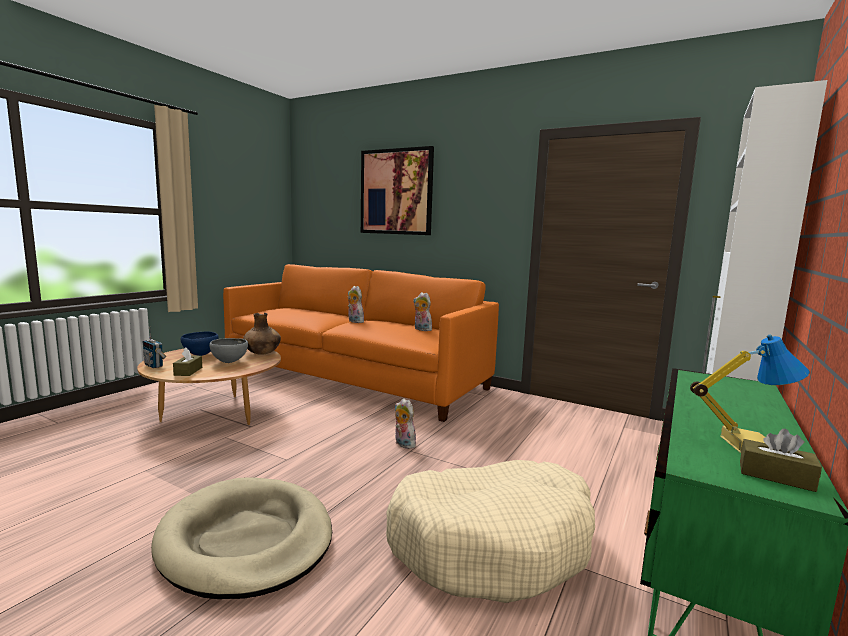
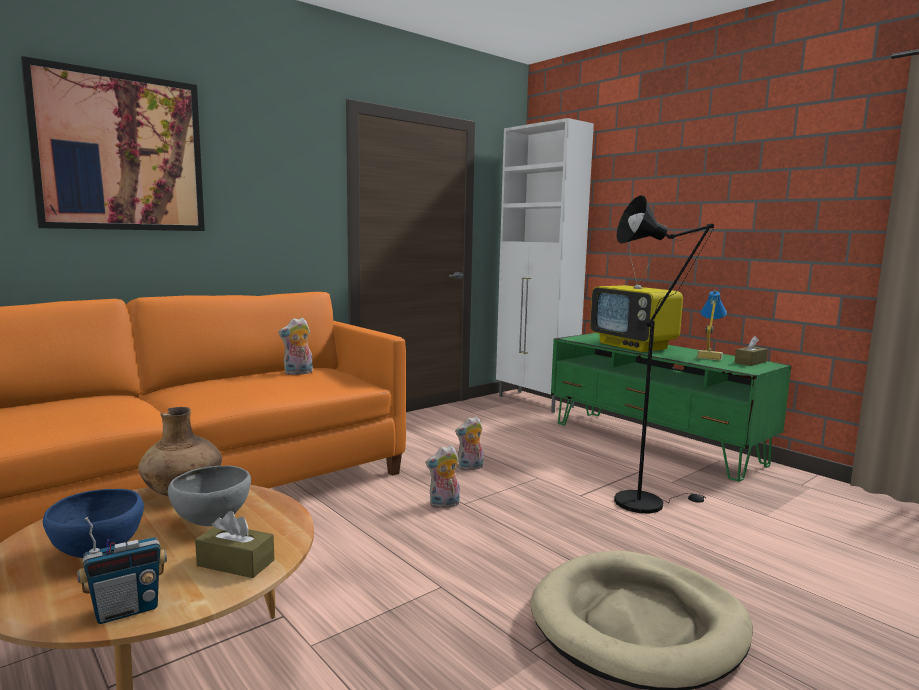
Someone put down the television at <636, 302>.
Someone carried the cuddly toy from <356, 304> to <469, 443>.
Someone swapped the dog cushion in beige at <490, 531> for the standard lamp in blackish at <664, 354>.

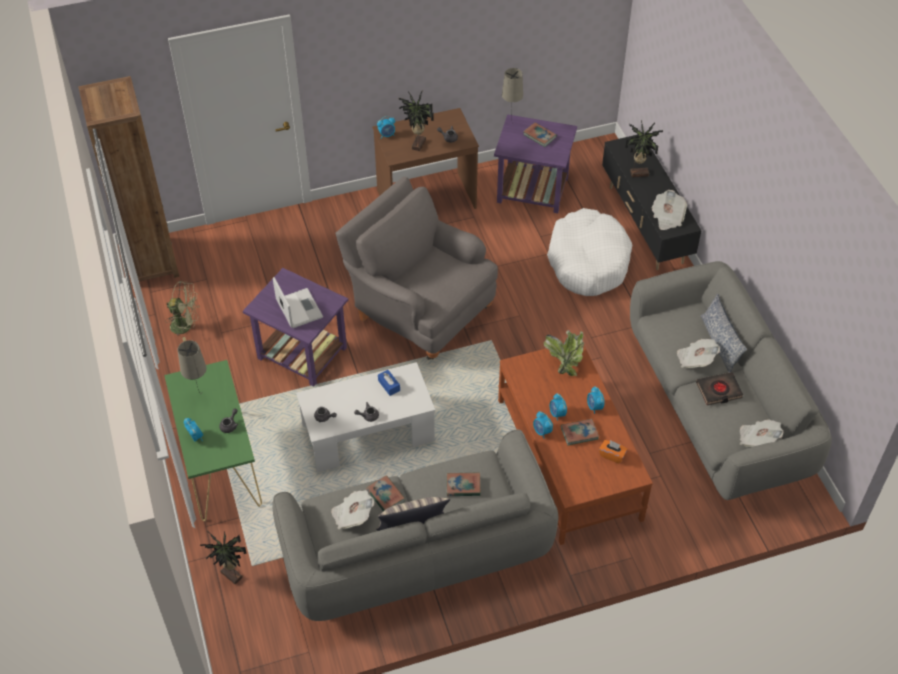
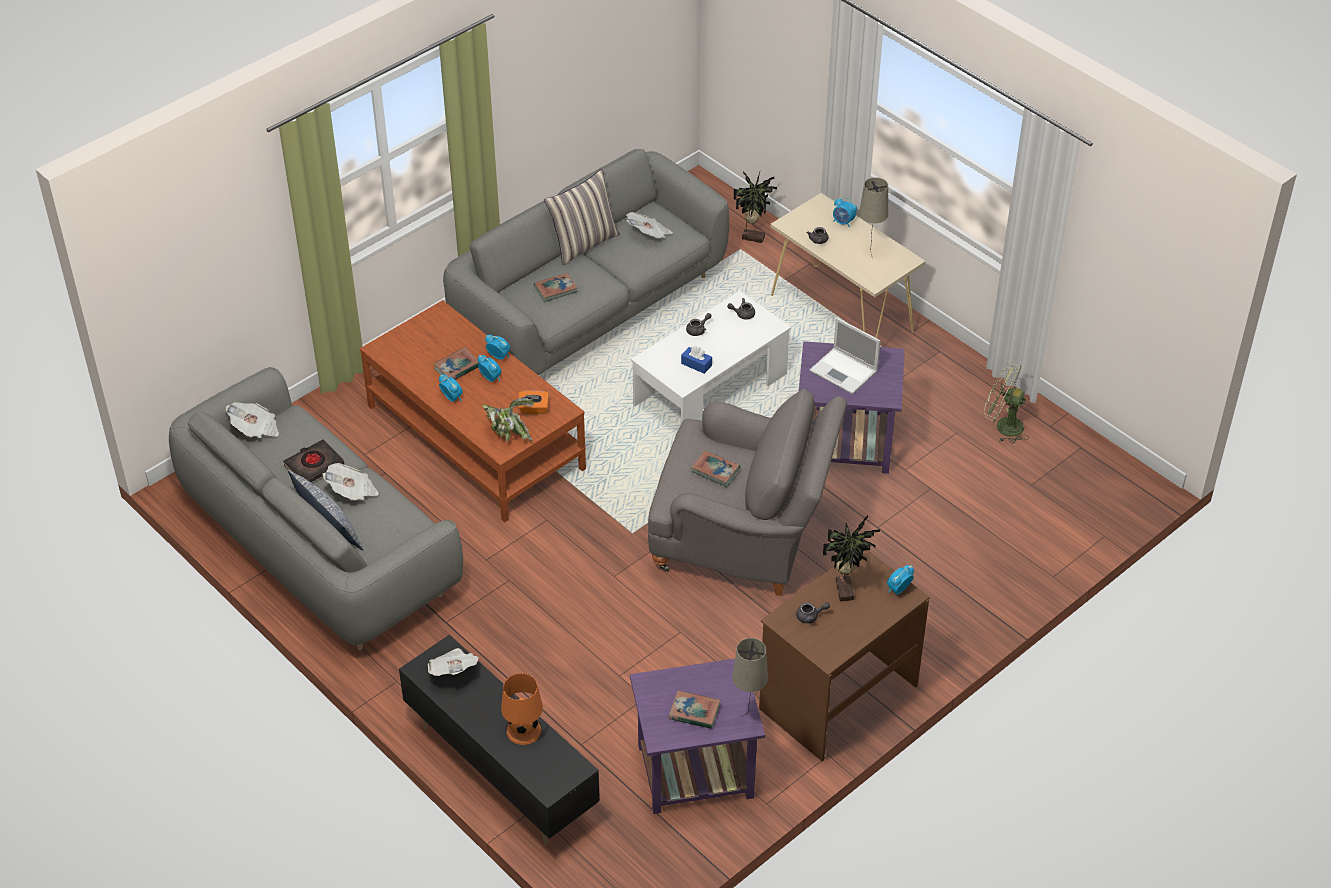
Someone took away the shelving unit in brown-coloured at <129, 181>.
Someone took away the dog cushion in white at <589, 252>.
Someone carried the volume from <385, 493> to <715, 469>.
Someone carried the box of tissues in orangey from <613, 451> to <533, 402>.
Someone swapped the houseplant at <644, 148> for the lamp for a table in orangey at <522, 709>.
Someone repainted the narrow table in green at <213, 440>, which became the narrow table in beige at <848, 265>.
Someone rotated the fan in green at <182, 311> by 45 degrees clockwise.

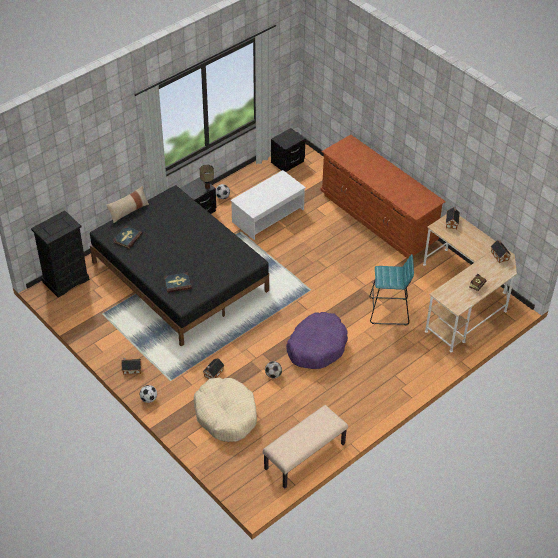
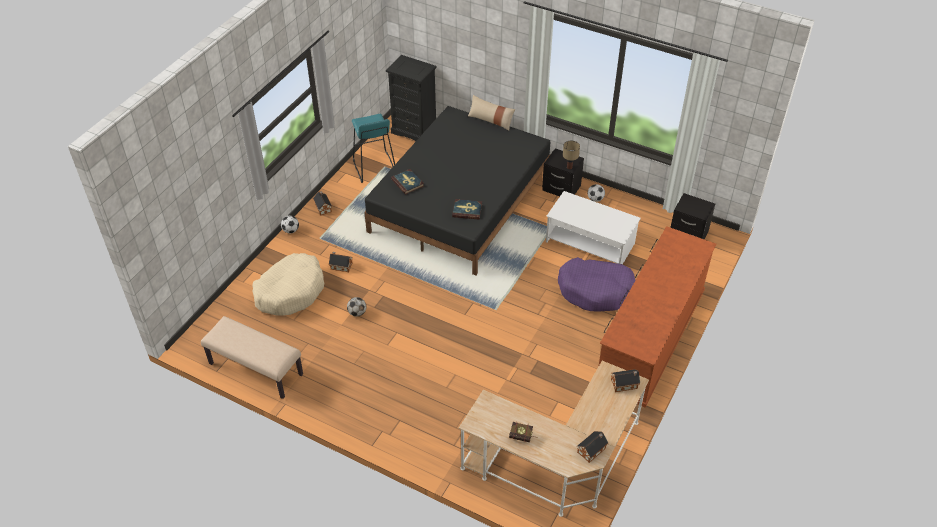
Someone carried the volume from <127, 237> to <467, 209>.
Someone carried the dog cushion in purplish from <317, 340> to <596, 284>.
Someone carried the stool seat in turquoise from <391, 289> to <373, 148>.

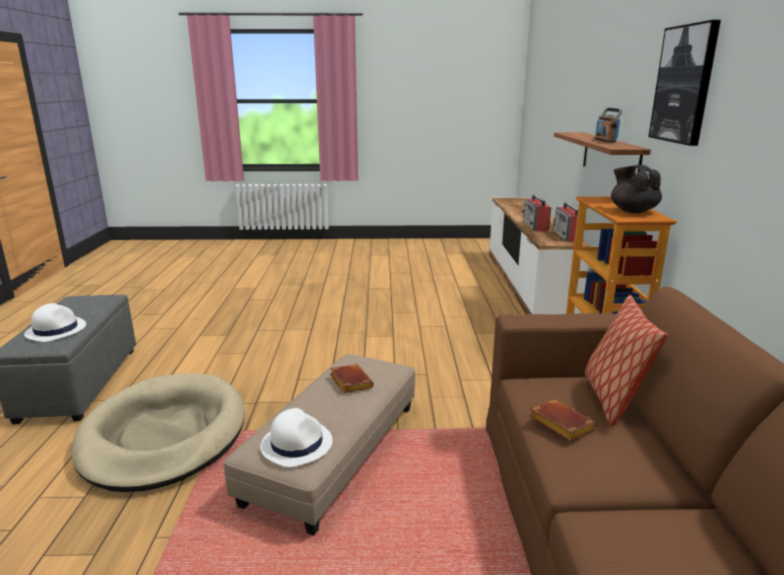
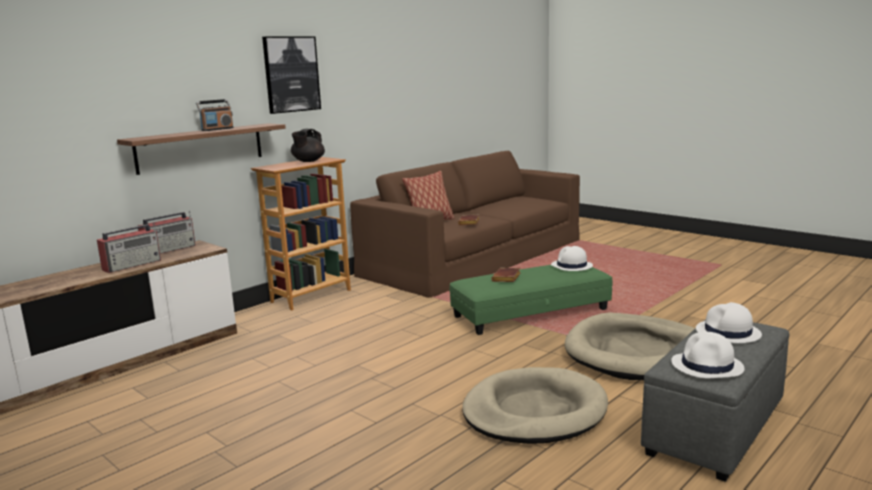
Someone put down the dog cushion in beige at <535, 405>.
Someone put down the wearable hat in white at <708, 355>.
Someone repainted the footrest in beige at <319, 444>, which became the footrest in green at <531, 300>.

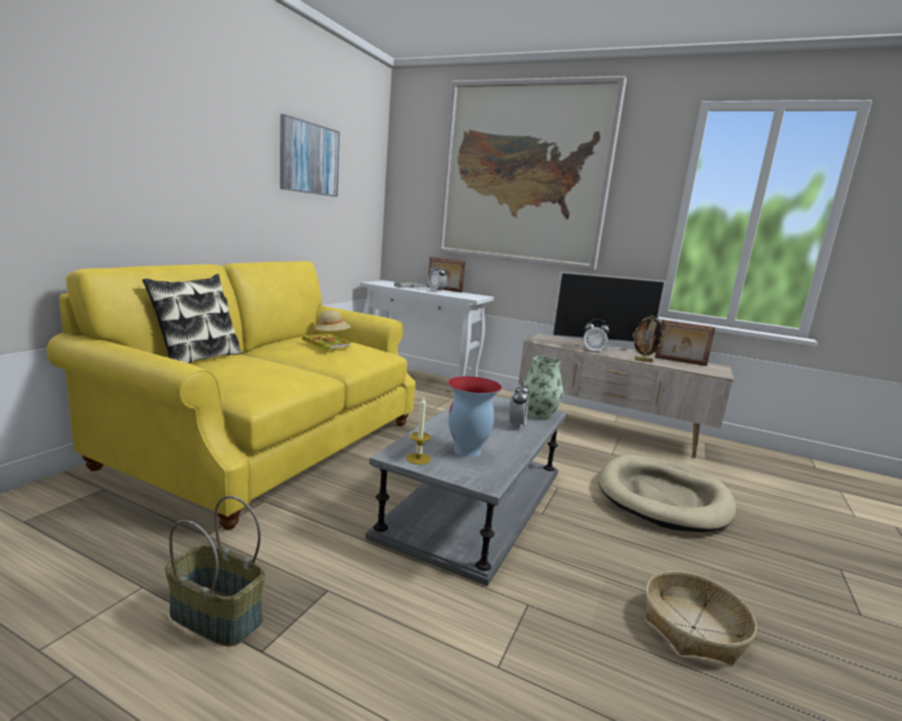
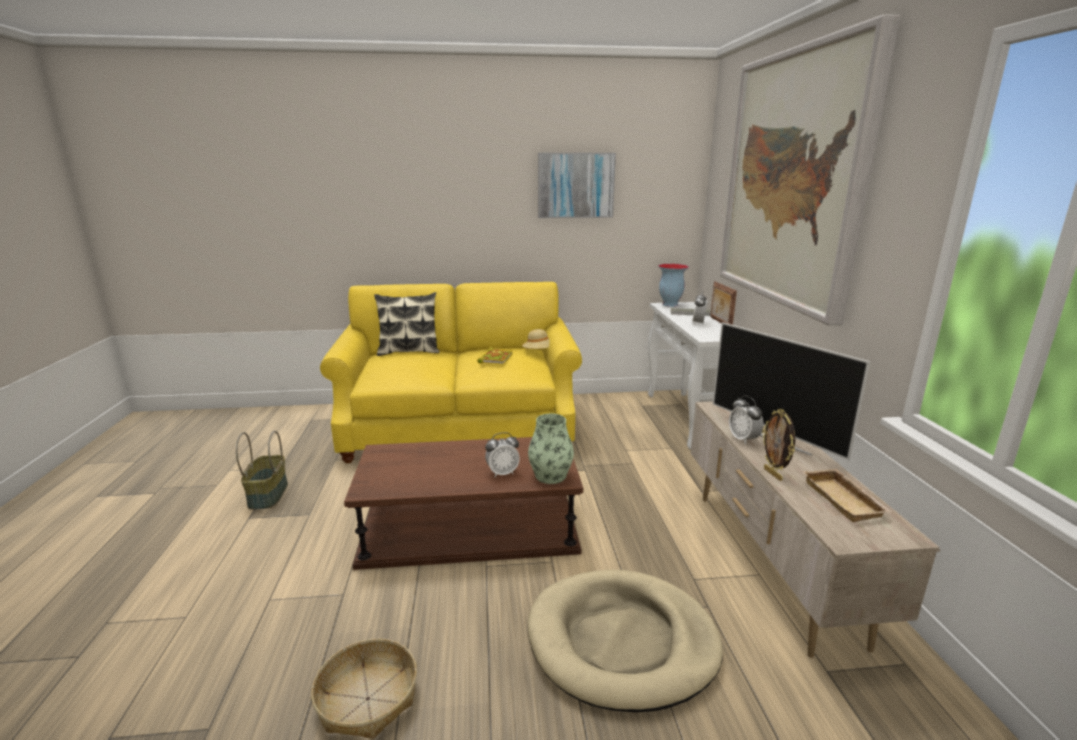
Someone took away the wax candle at <418, 430>.
Someone carried the flower vase from <475, 416> to <673, 285>.
Someone swapped the standing frame at <685, 343> for the serving tray in beige at <847, 495>.
Someone repainted the coffee table in gray at <466, 490>, which became the coffee table in brown-coloured at <463, 503>.

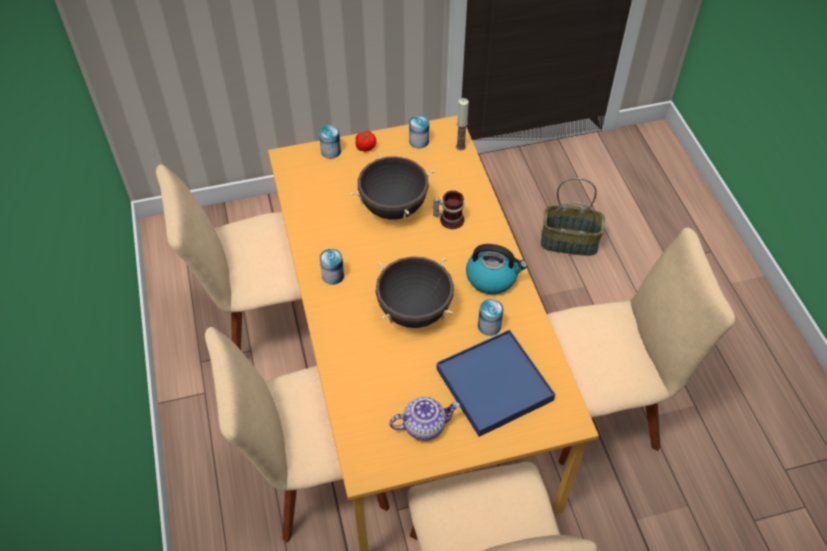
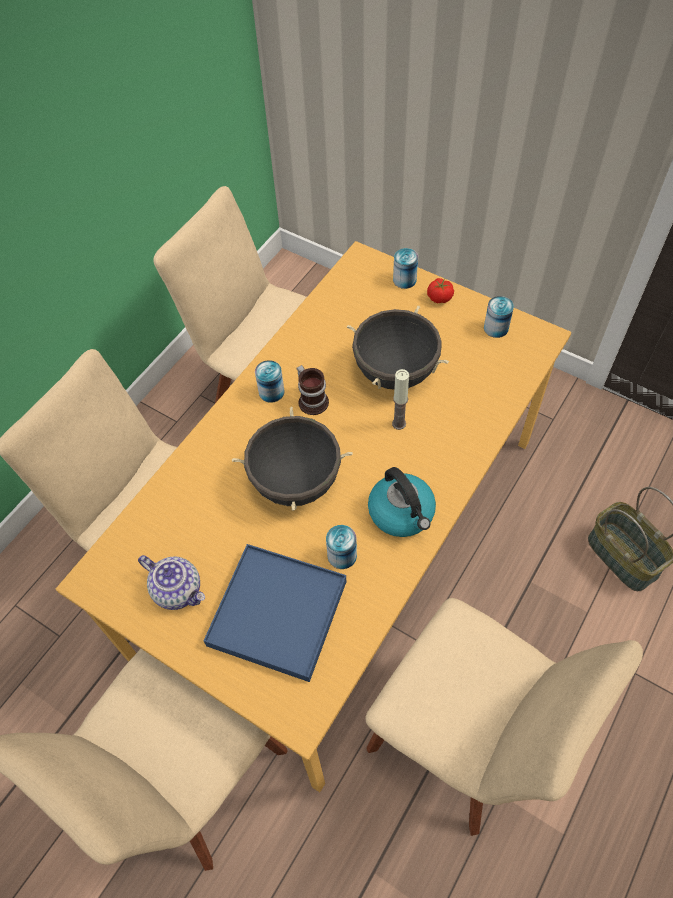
Someone carried the coffee mug from <449, 210> to <313, 390>.
Someone carried the wax candle from <462, 124> to <400, 399>.

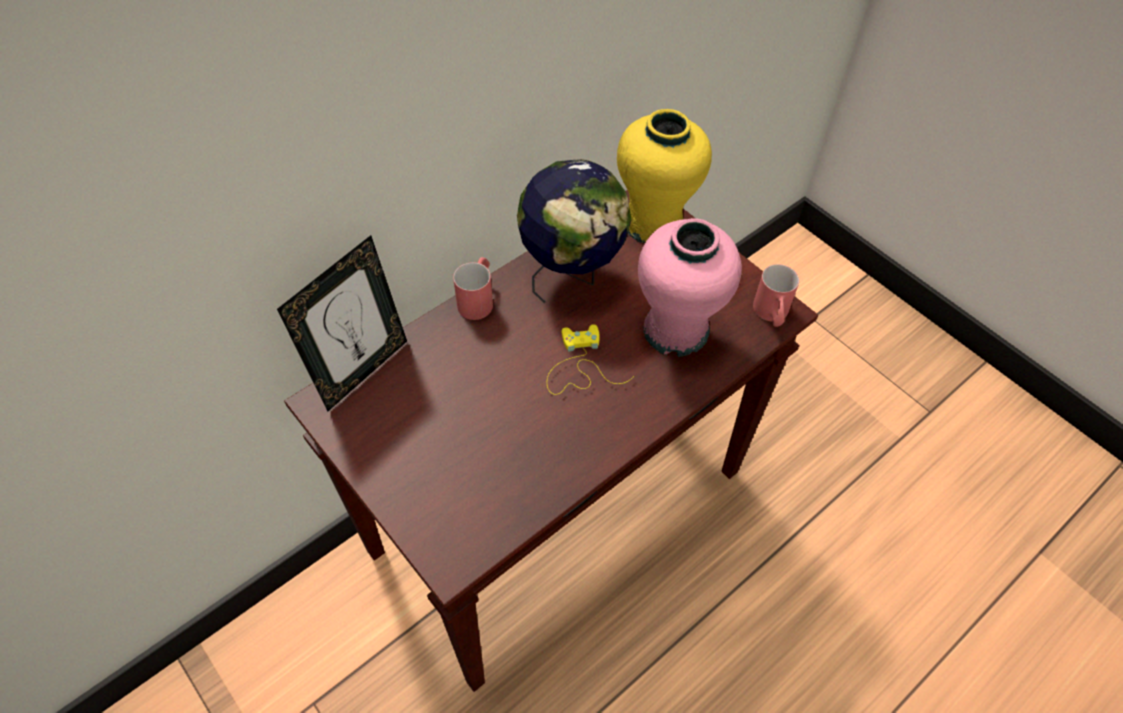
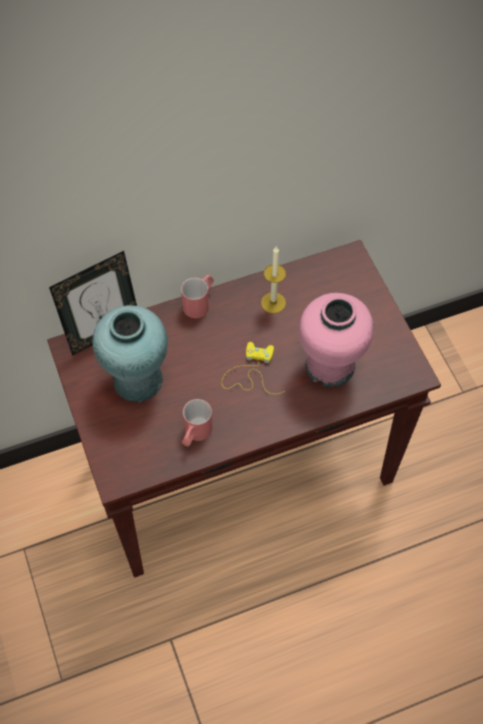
Someone took away the flower vase in yellow at <664, 176>.
Someone put down the flower vase in turquoise at <130, 354>.
Someone carried the coffee mug in reddish from <776, 295> to <197, 423>.
Someone swapped the globe at <574, 231> for the wax candle at <273, 280>.

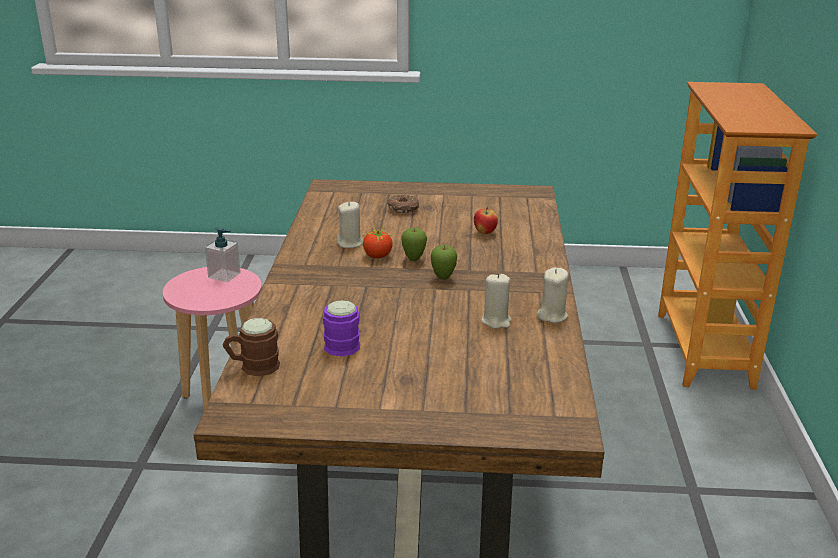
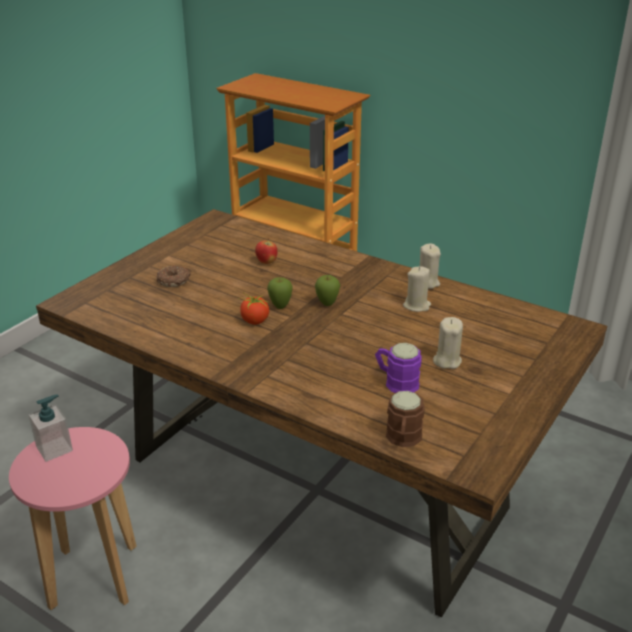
Someone carried the wax candle in beige from <349, 224> to <448, 343>.

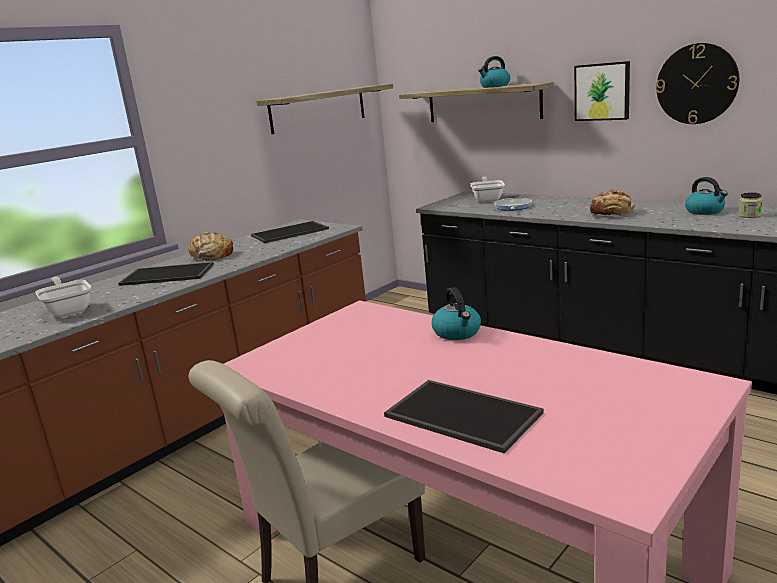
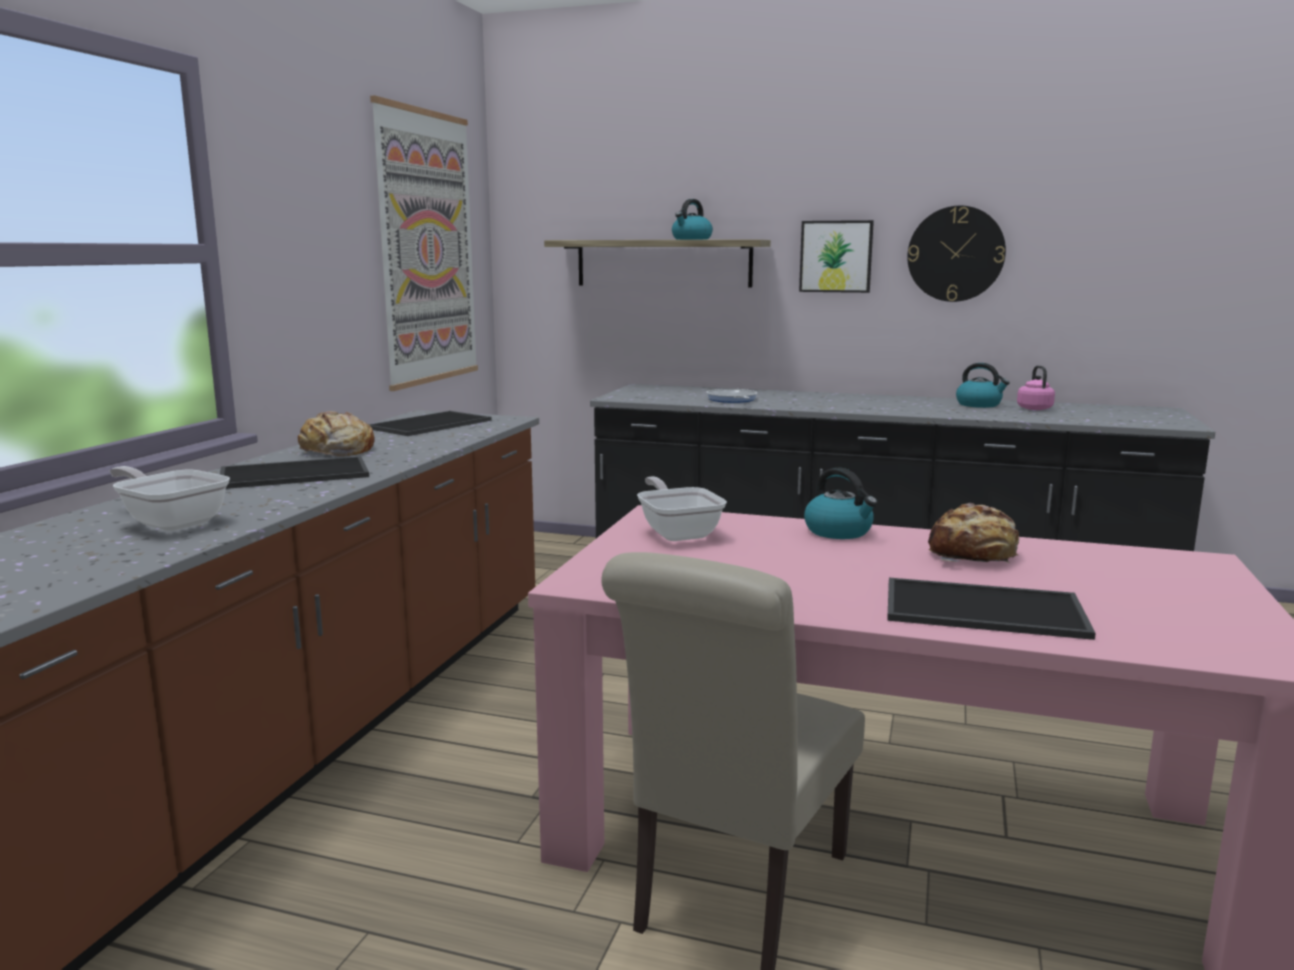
Someone carried the frying pan from <488, 189> to <682, 509>.
Someone carried the bread from <612, 202> to <973, 533>.
Someone swapped the wall shelf at <324, 109> for the wall picture at <424, 243>.
Someone swapped the storage jar at <750, 205> for the water kettle in pink-coloured at <1036, 387>.

